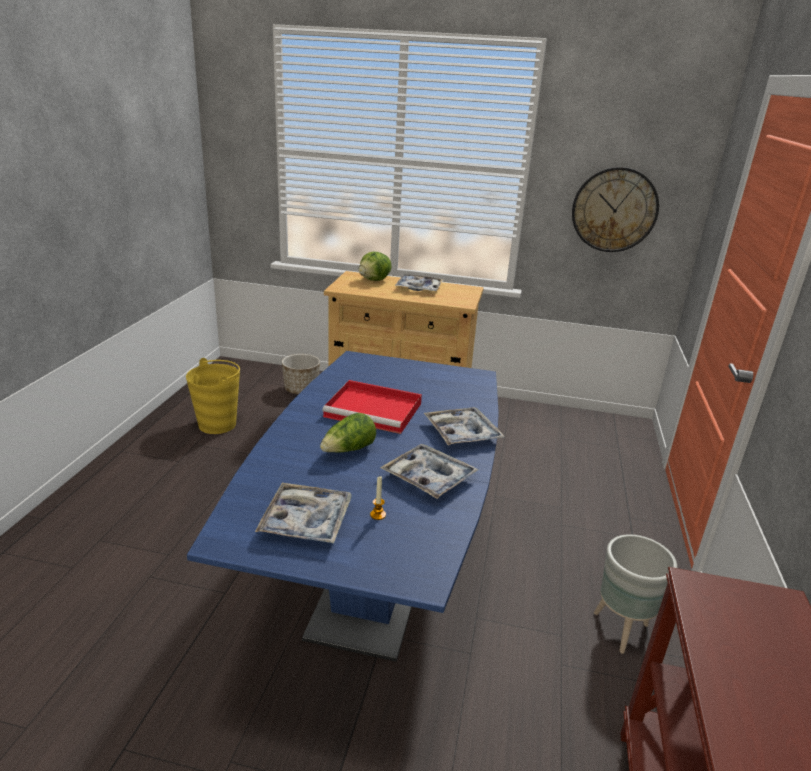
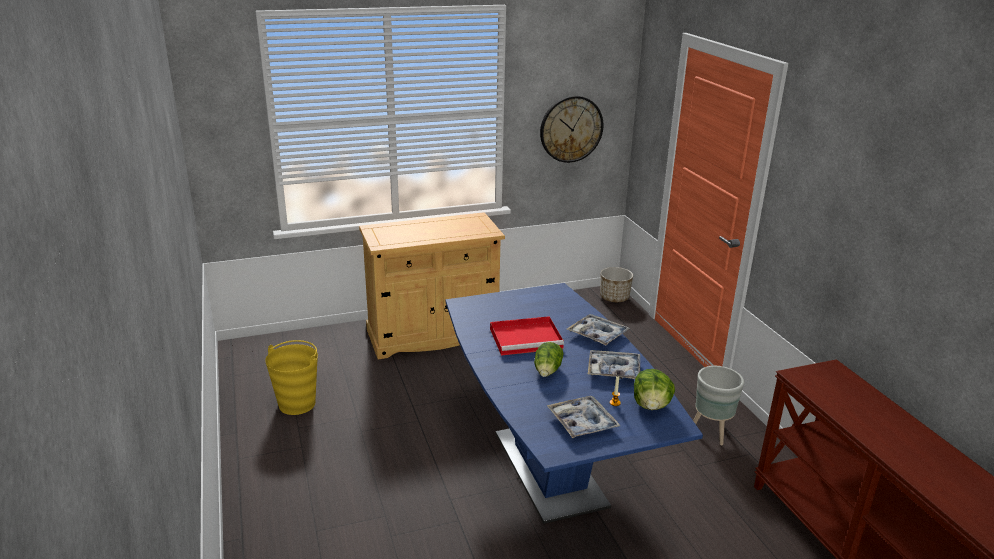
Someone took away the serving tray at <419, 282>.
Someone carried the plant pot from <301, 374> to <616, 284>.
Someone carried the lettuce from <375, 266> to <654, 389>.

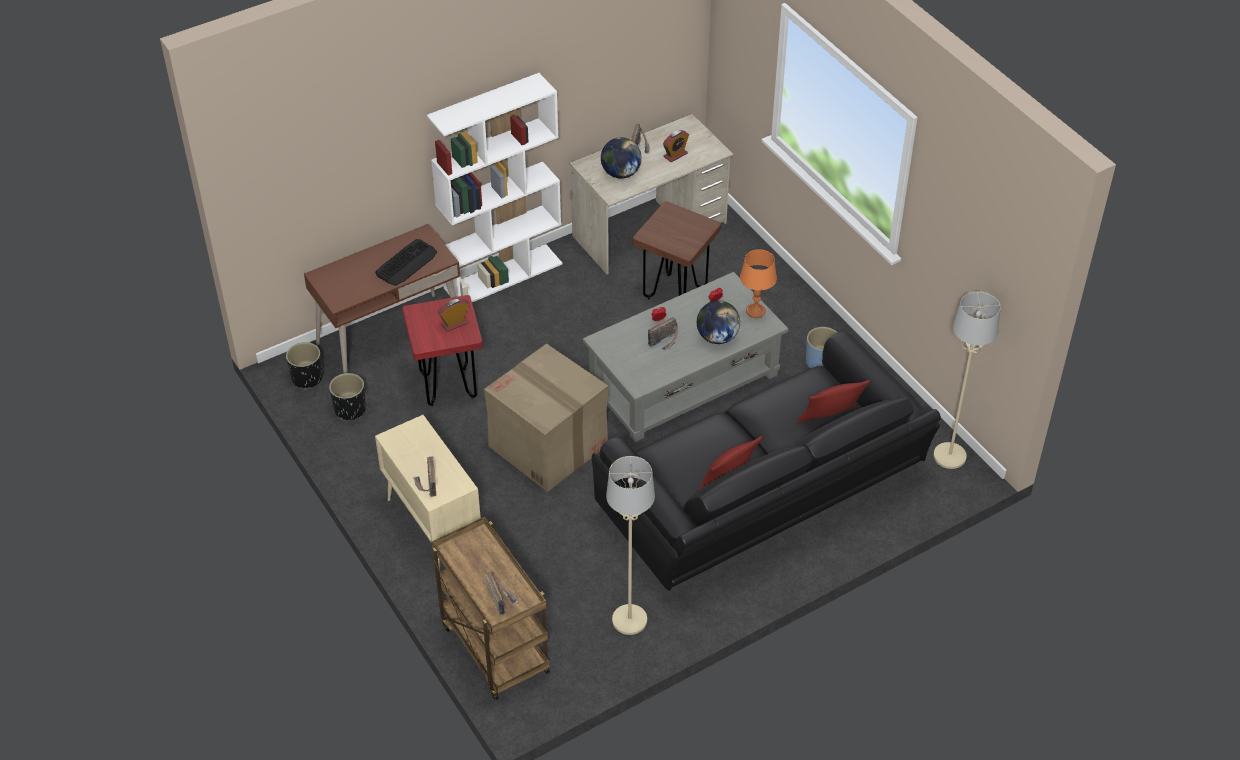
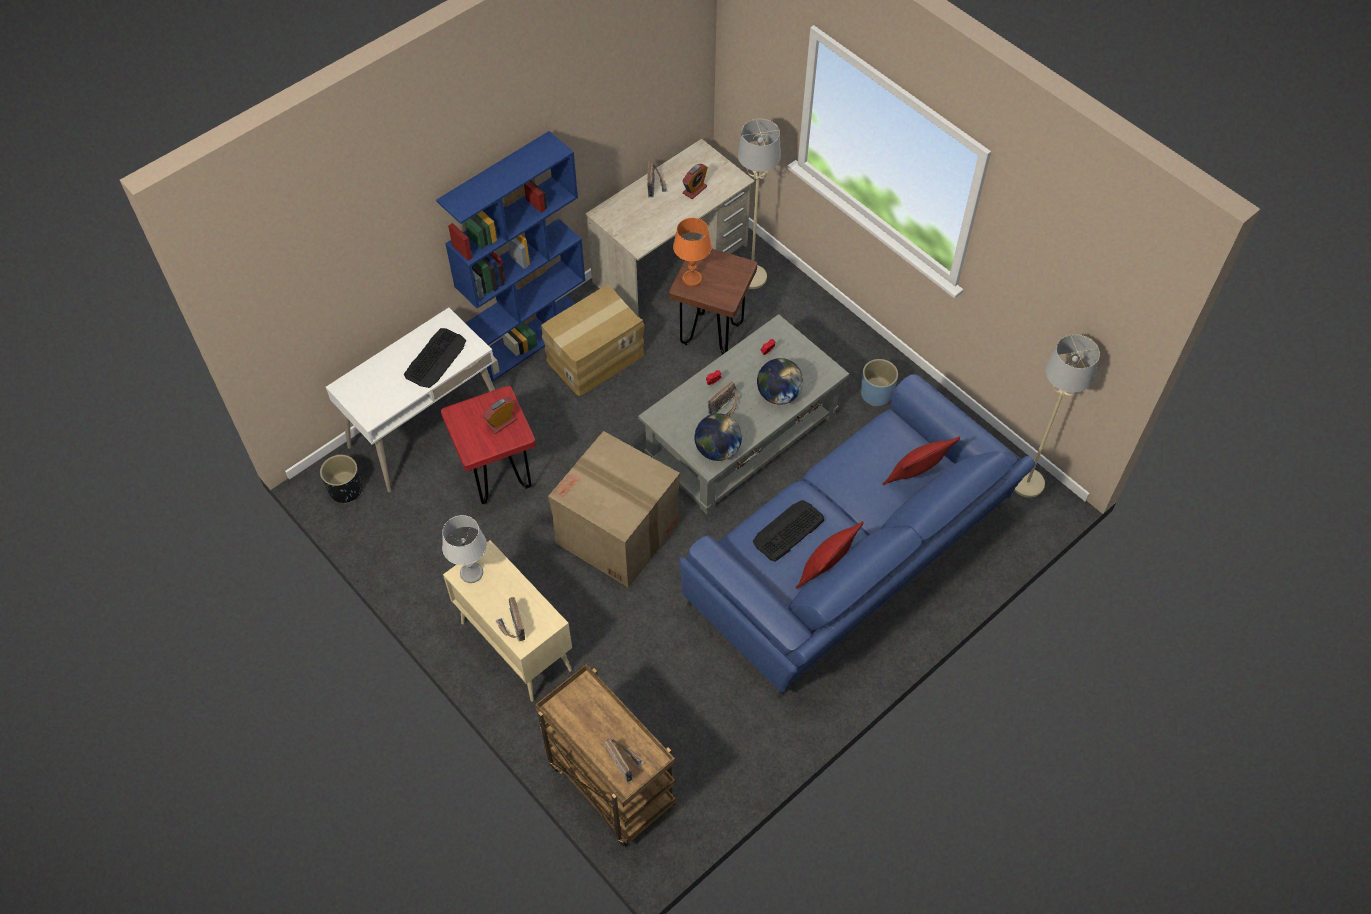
Someone took away the plant pot in blackish at <347, 396>.
Someone put down the lamp for a table in gray at <464, 549>.
Someone put down the cardboard box at <593, 340>.
Someone put down the keyboard at <788, 531>.
Someone carried the globe from <621, 158> to <718, 437>.
Someone carried the standard lamp in beige from <630, 545> to <759, 204>.
Someone carried the lamp for a table in orangey from <758, 283> to <692, 252>.
Someone repainted the desk unit in brown-coloured at <382, 299>, which became the desk unit in white at <410, 399>.
Someone repainted the shelving unit in white at <494, 187>, which became the shelving unit in blue-coloured at <511, 256>.
Someone repainted the couch in blackish at <766, 466>, which became the couch in blue-coloured at <857, 536>.

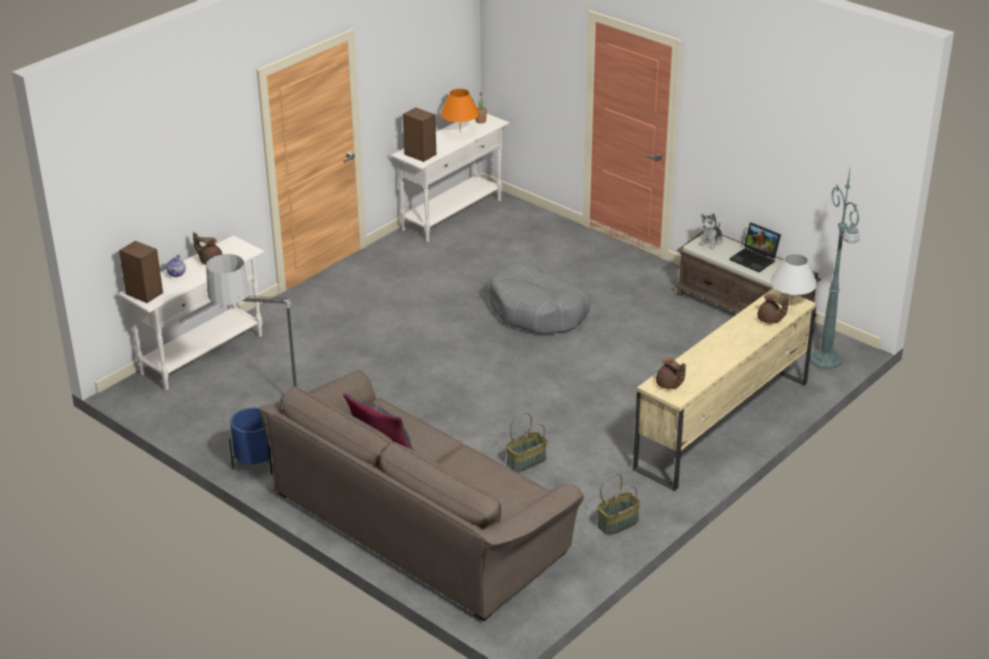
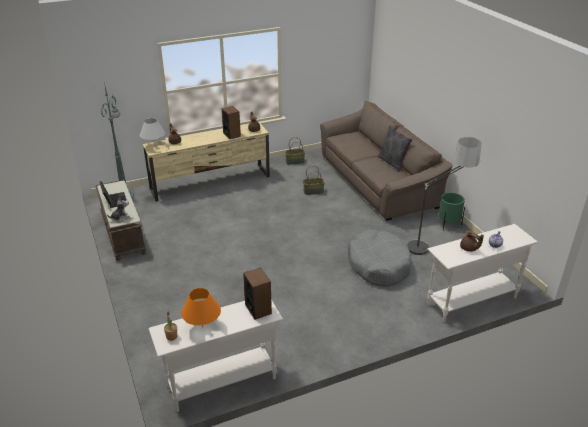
Someone carried the audio speaker from <141, 272> to <231, 122>.
Someone carried the dog cushion in gray from <539, 299> to <379, 258>.
Someone repainted the plant pot in blue-coloured at <250, 441>, which became the plant pot in green at <451, 210>.

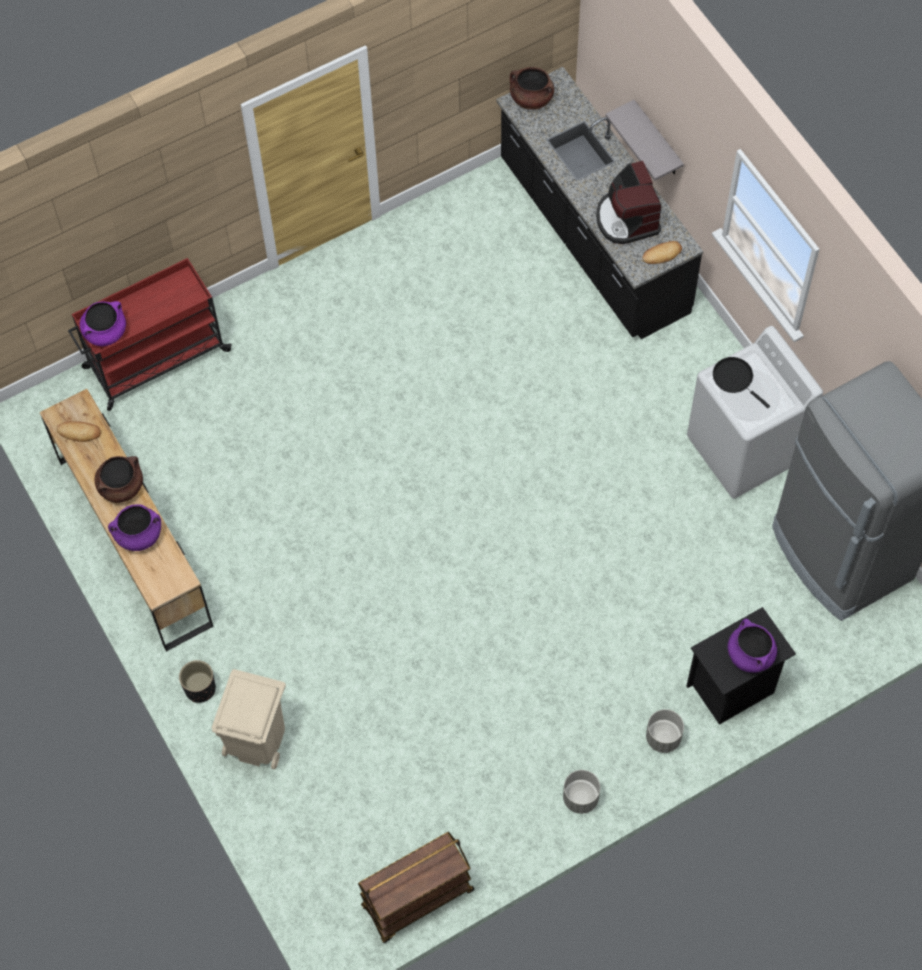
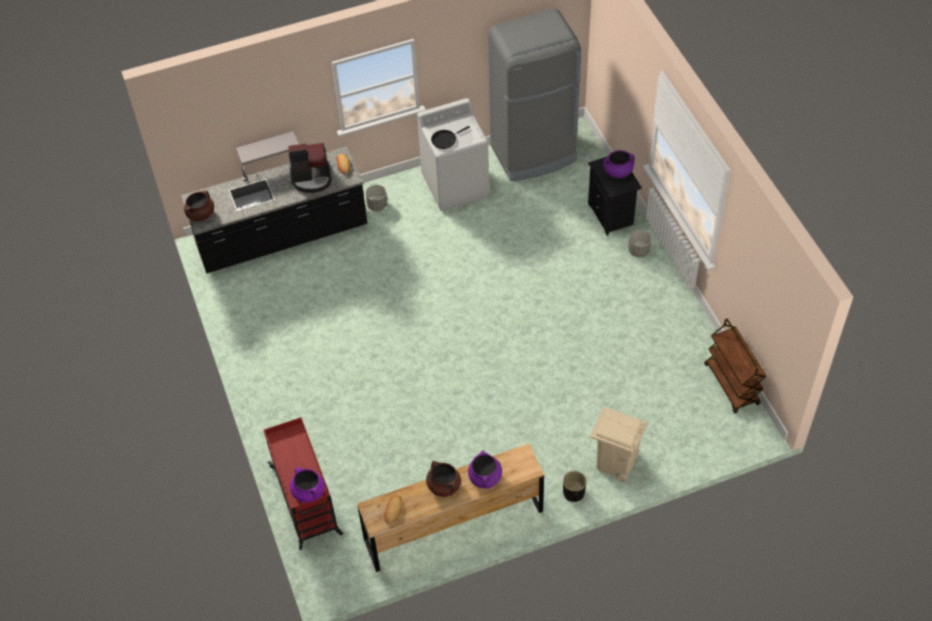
Someone carried the plant pot in gray from <581, 792> to <376, 198>.

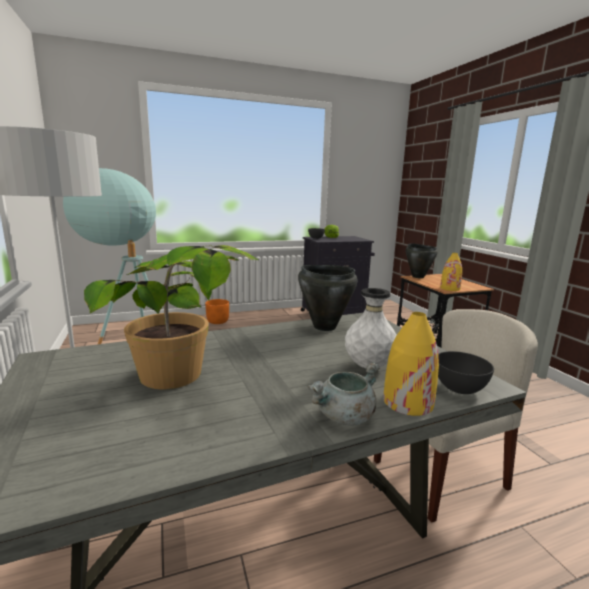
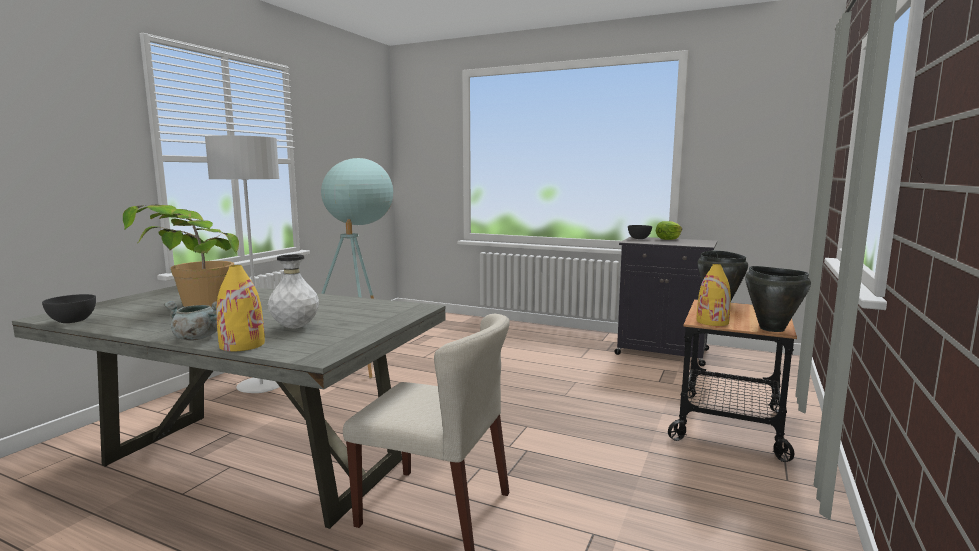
Someone took away the plant pot in orangey at <217, 311>.
Someone carried the stockpot in blackish from <327, 298> to <778, 299>.
Someone carried the bowl in gray from <466, 372> to <69, 308>.

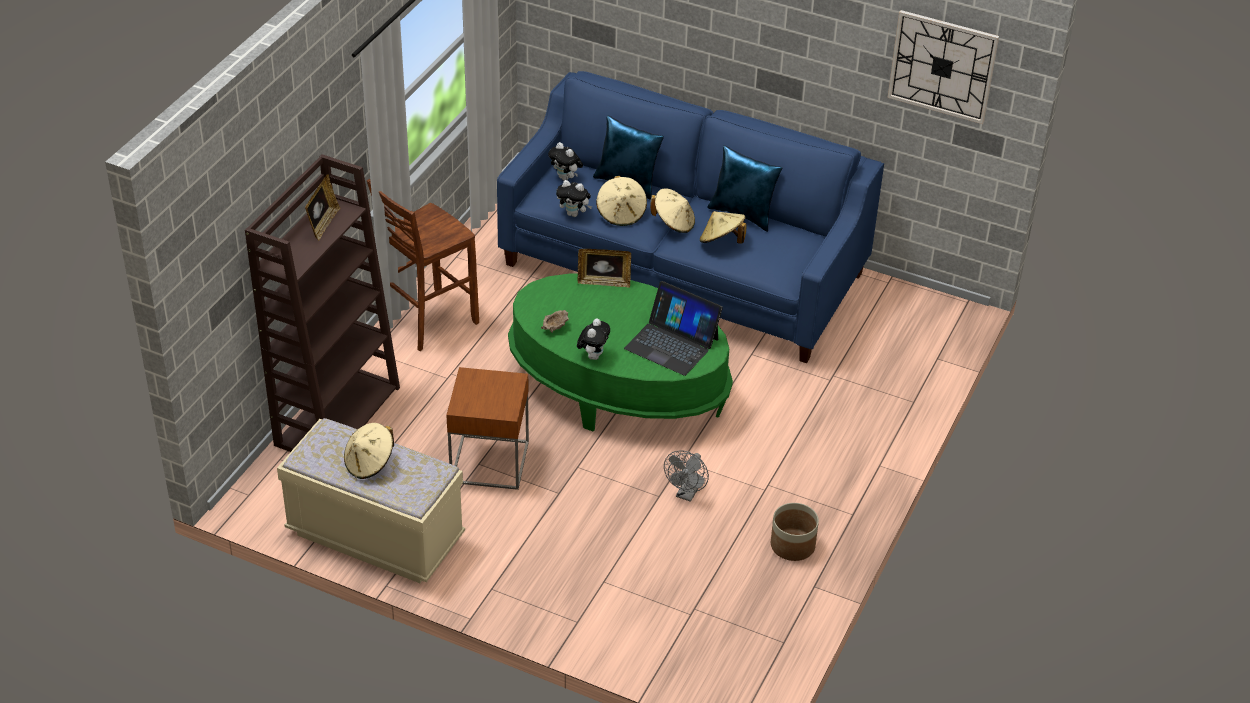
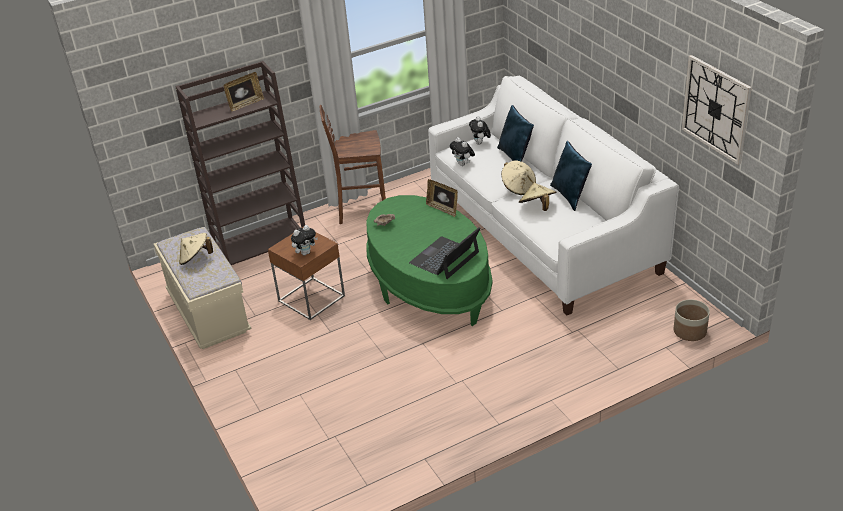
Someone took away the wearable hat in beige at <621, 201>.
Someone took away the fan in gray at <686, 476>.
Someone carried the cuddly toy from <593, 339> to <304, 240>.
Someone carried the plant pot from <795, 532> to <691, 320>.
Someone repainted the couch in blue-coloured at <690, 217>, which became the couch in white at <553, 196>.
Someone rotated the laptop at <673, 328> by 60 degrees clockwise.

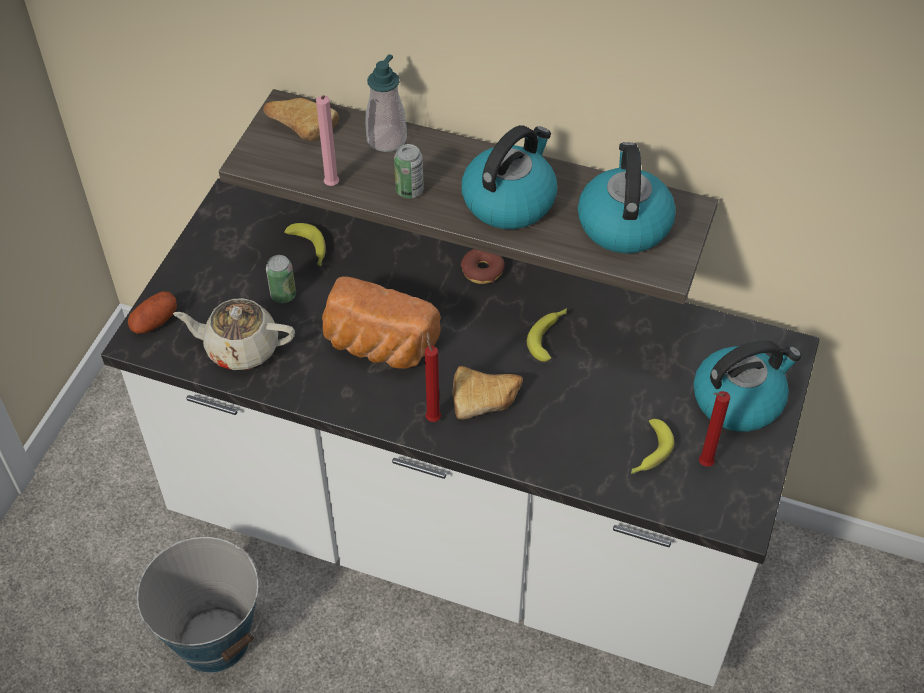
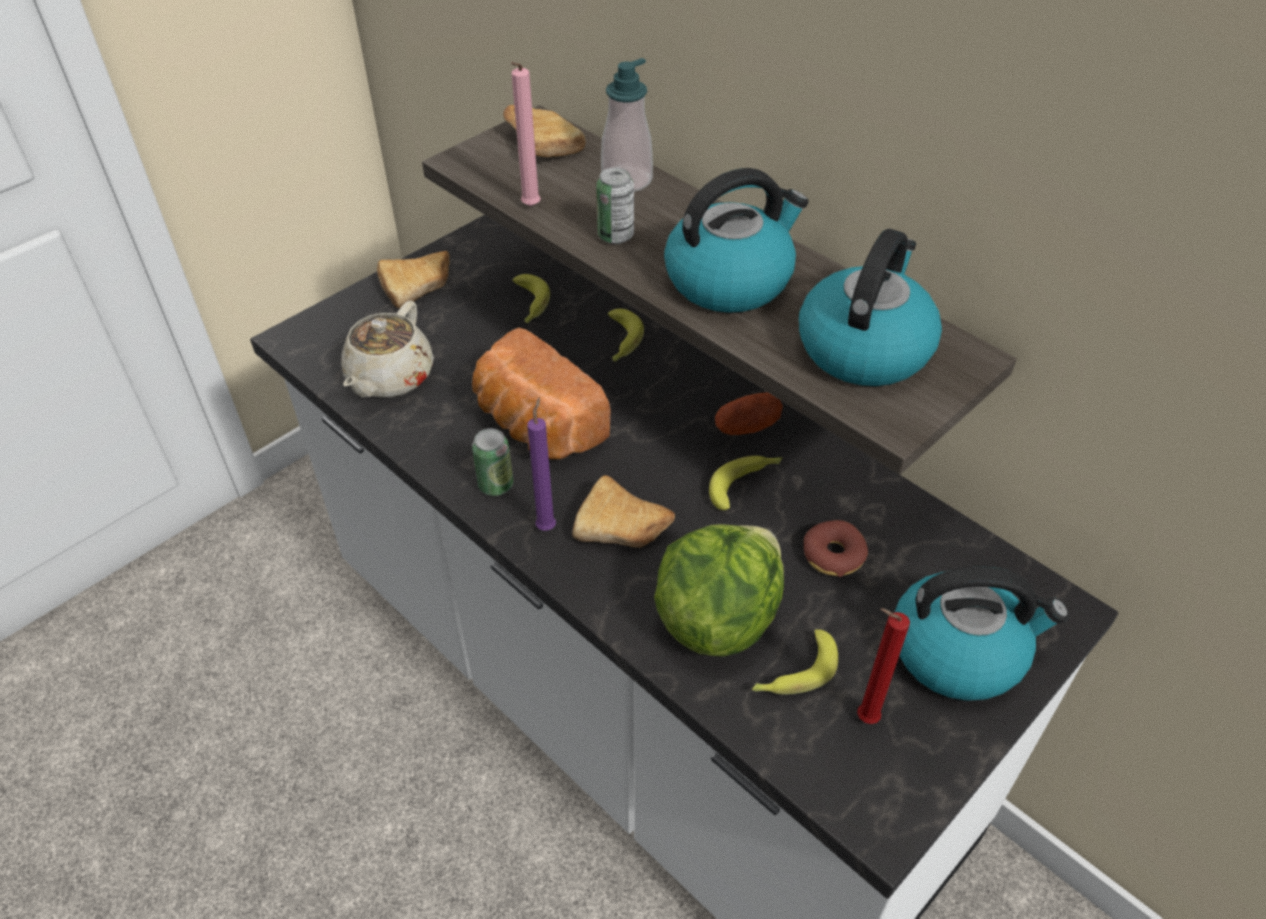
Someone took away the bucket at <201, 605>.
Someone put down the bread at <413, 279>.
Someone put down the banana at <626, 335>.
Someone put down the lettuce at <719, 590>.
Someone carried the spud from <152, 312> to <749, 413>.
Someone carried the metal can from <281, 279> to <492, 462>.
Someone carried the ring doughnut from <483, 266> to <836, 548>.
Someone repainted the wax candle in reddish at <433, 377>, which became the wax candle in purplish at <541, 464>.
Someone rotated the tea pot in beige at <234, 334> by 105 degrees counterclockwise.

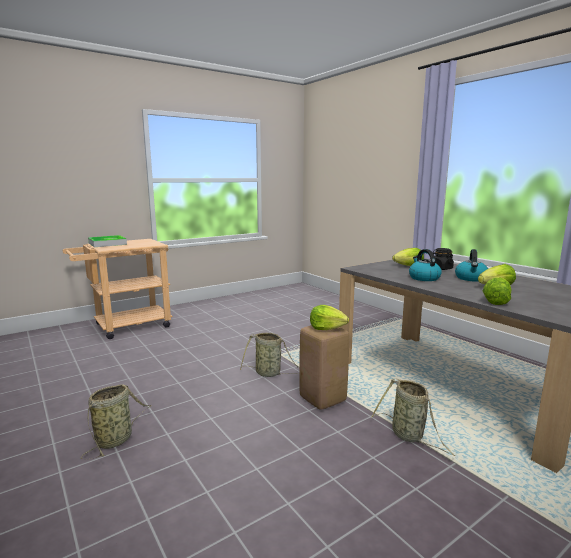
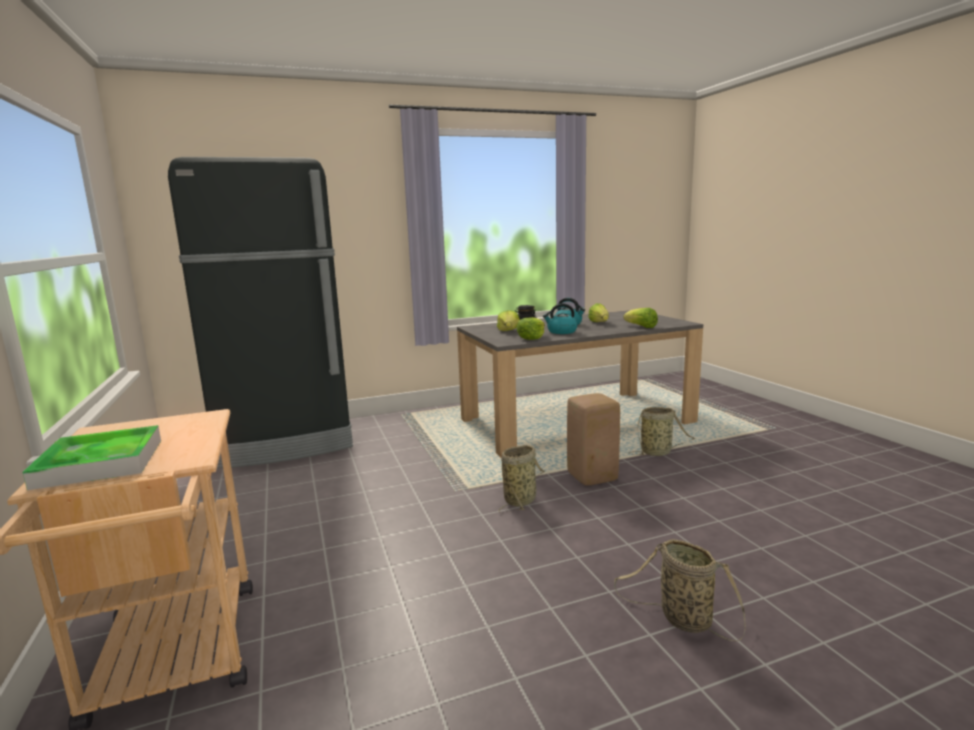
Someone put down the fridge in blackish at <260, 313>.
Someone carried the lettuce from <329, 317> to <531, 328>.

